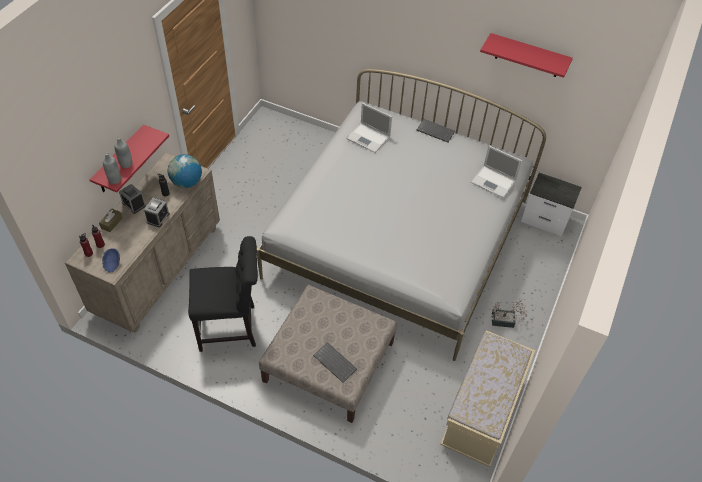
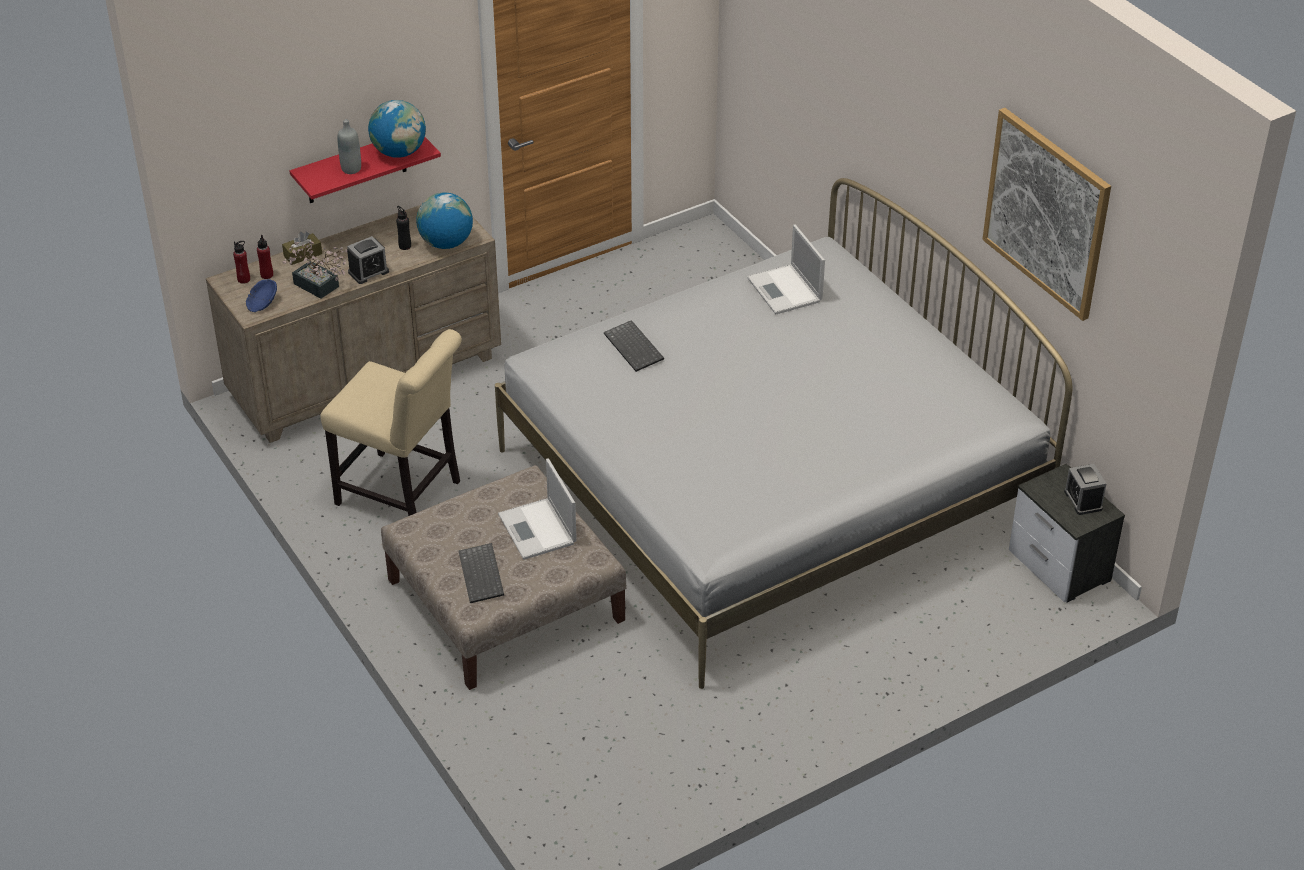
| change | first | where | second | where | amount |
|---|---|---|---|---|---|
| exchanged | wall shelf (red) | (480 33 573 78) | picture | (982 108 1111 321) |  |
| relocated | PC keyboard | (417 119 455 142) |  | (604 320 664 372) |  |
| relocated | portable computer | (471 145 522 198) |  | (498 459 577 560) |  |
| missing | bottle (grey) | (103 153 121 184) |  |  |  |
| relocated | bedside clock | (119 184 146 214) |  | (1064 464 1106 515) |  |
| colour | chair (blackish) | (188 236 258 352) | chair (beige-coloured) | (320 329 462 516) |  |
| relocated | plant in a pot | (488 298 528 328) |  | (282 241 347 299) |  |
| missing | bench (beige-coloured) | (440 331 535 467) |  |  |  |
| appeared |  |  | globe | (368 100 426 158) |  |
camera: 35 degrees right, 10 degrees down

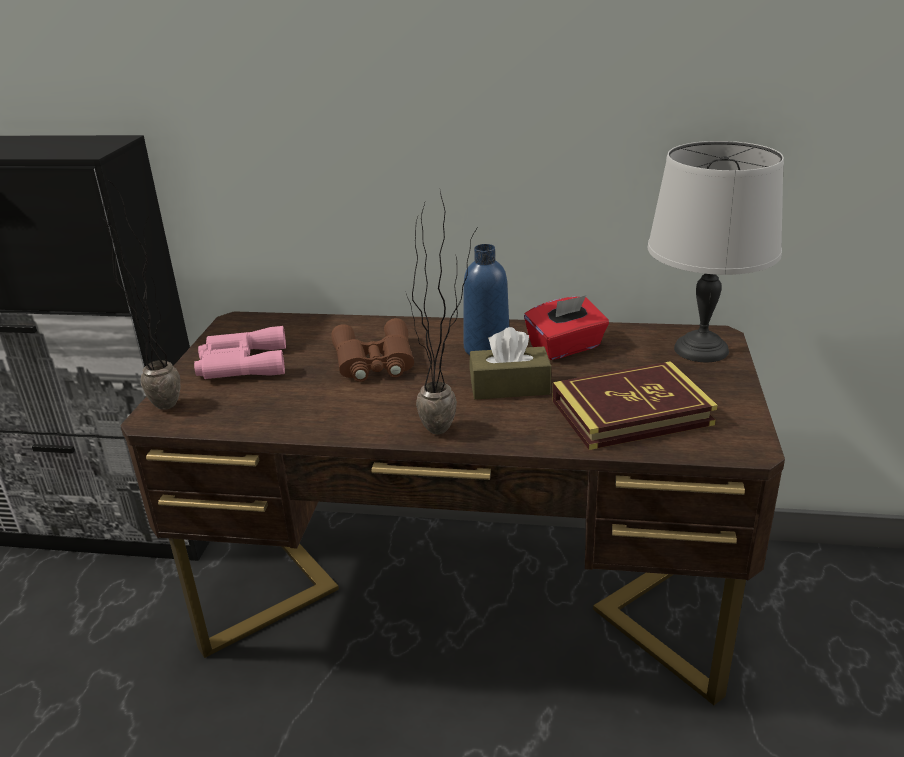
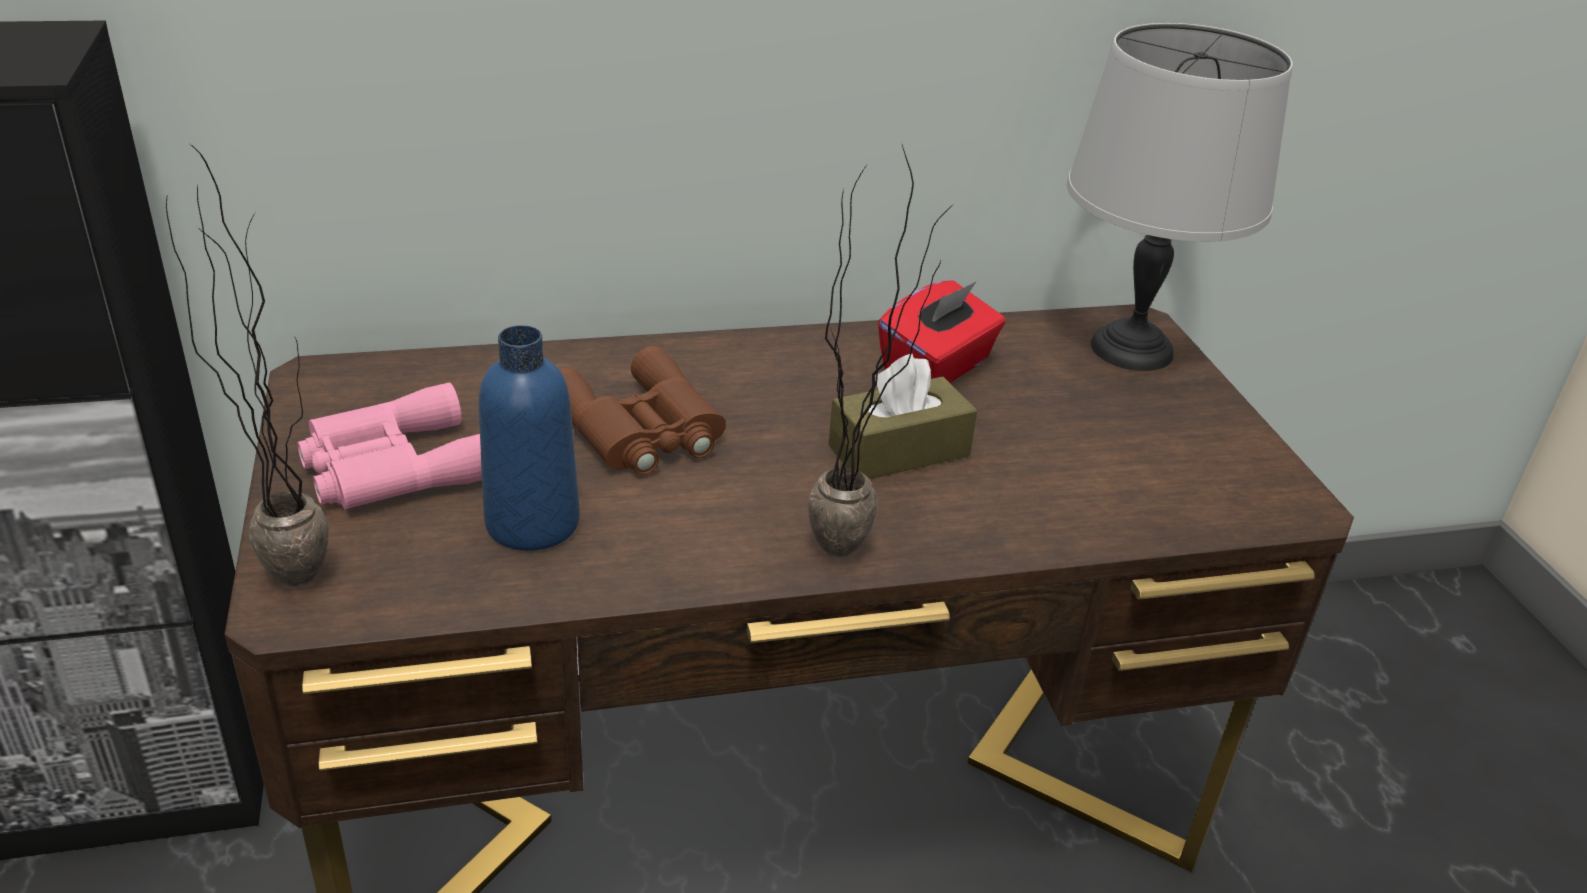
| change | first | where | second | where | amount |
|---|---|---|---|---|---|
| relocated | bottle (bluish) | (463 244 509 355) |  | (479 325 580 551) |  |
| missing | volume | (552 361 718 450) |  |  |  |
camera: 25 degrees left, 5 degrees up

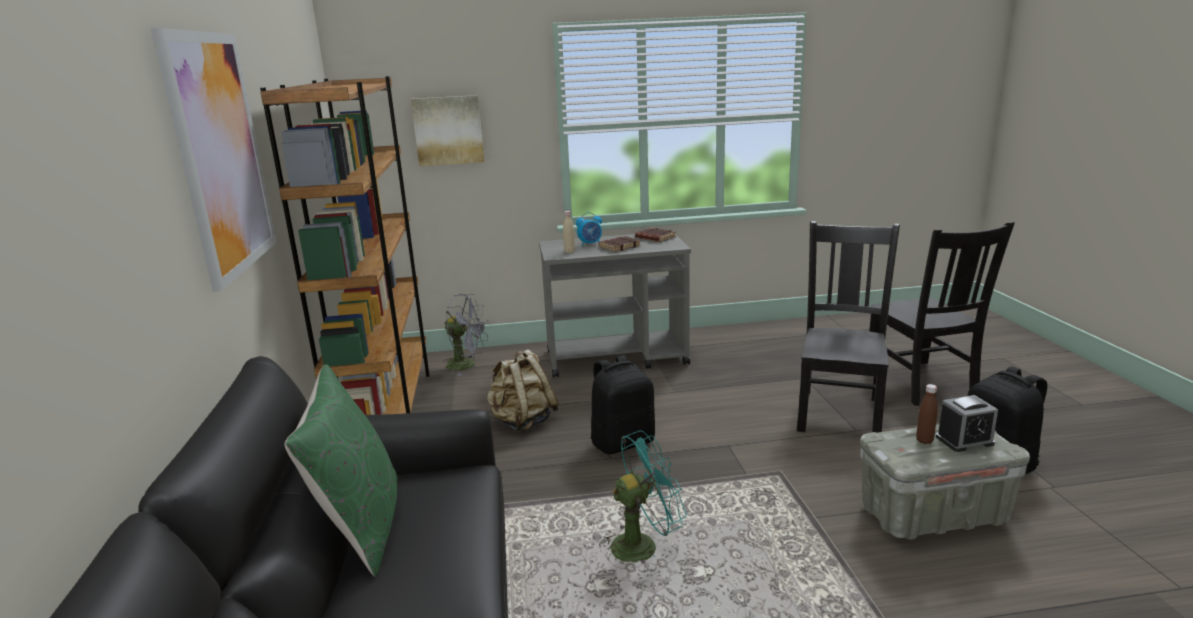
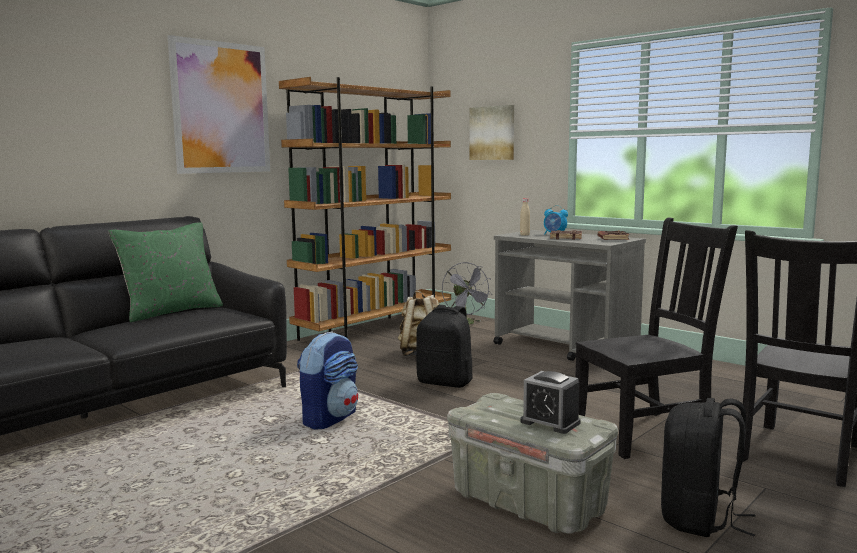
| change | first | where | second | where | amount |
|---|---|---|---|---|---|
| missing | bottle (brown-coloured) | (916 384 937 444) |  |  |  |
| exchanged | electric fan (turquoise) | (599 430 687 564) | rucksack | (297 332 358 430) |  |
camera: 50 degrees right, 10 degrees down

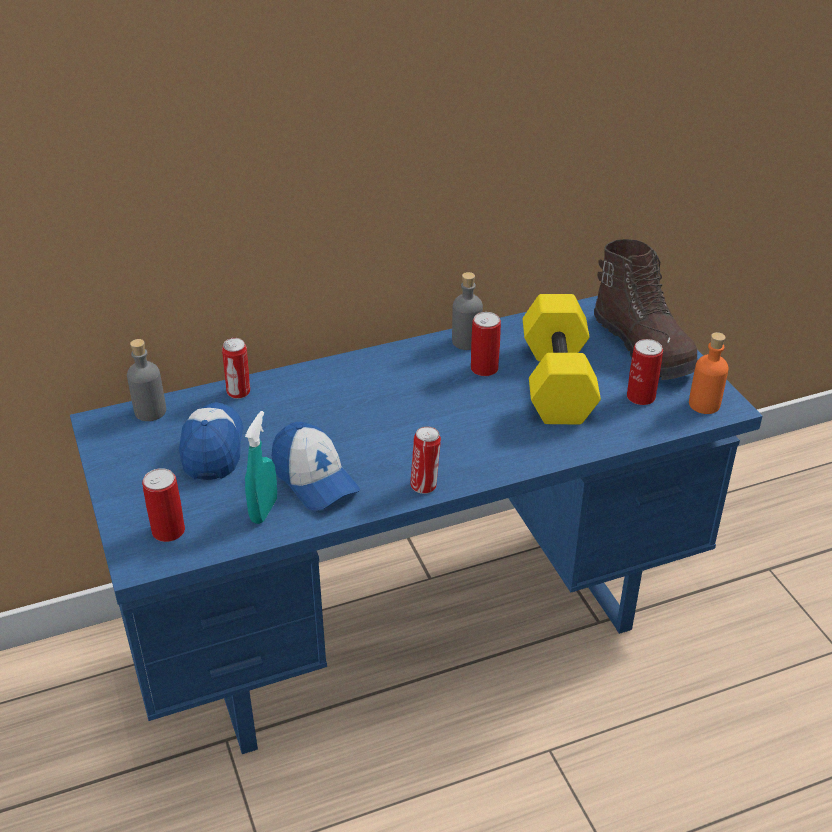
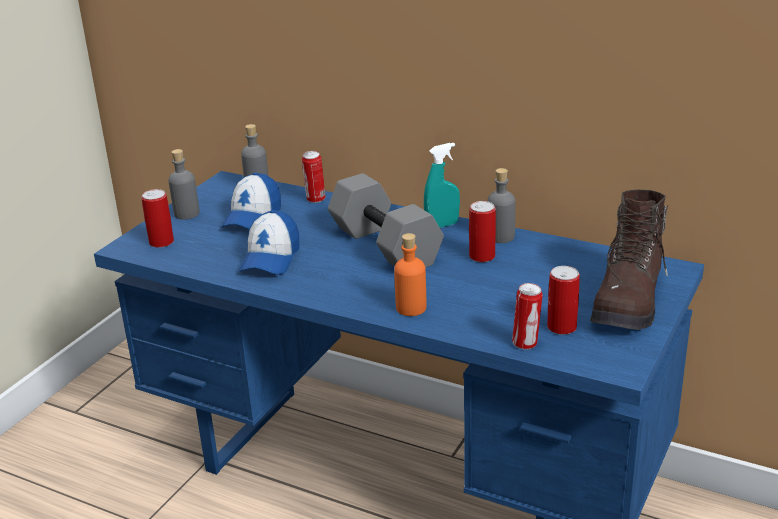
| change | first | where | second | where | amount |
|---|---|---|---|---|---|
| missing | hand weight (yellow-coloured) | (523 294 601 424) |  |  |  |
| relocated | bottle (orange-coloured) | (689 332 729 414) |  | (394 233 426 316) |  |
| spun | cap | (179 402 243 480) |  | (221 173 281 229) | 150 degrees clockwise |
| relocated | sprayer (turquoise) | (245 411 277 524) |  | (424 143 460 228) |  |
| relocated | can | (410 426 441 494) |  | (512 283 543 350) |  |
| appeared |  |  | bottle (grey) | (168 149 200 220) |  |
| appeared |  |  | hand weight (grey) | (328 173 444 268) |  |
camera: 50 degrees right, 10 degrees down

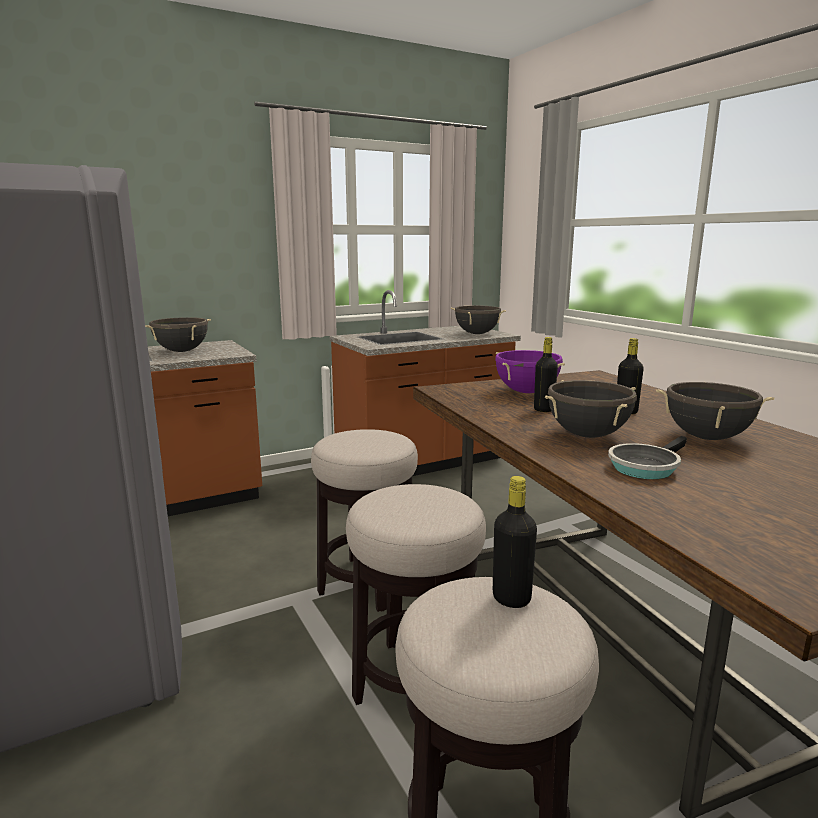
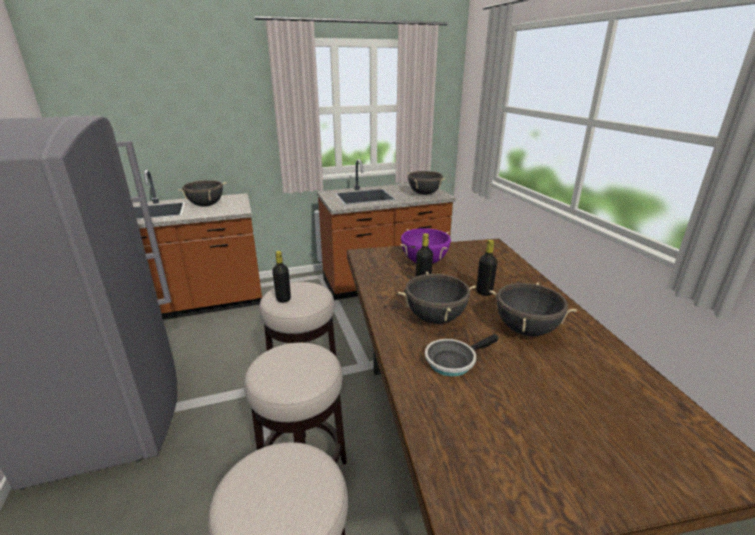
| change | first | where | second | where | amount |
|---|---|---|---|---|---|
| relocated | bottle (blackish) | (493 476 537 608) |  | (272 251 291 302) |  |
camera: 10 degrees right, 10 degrees up

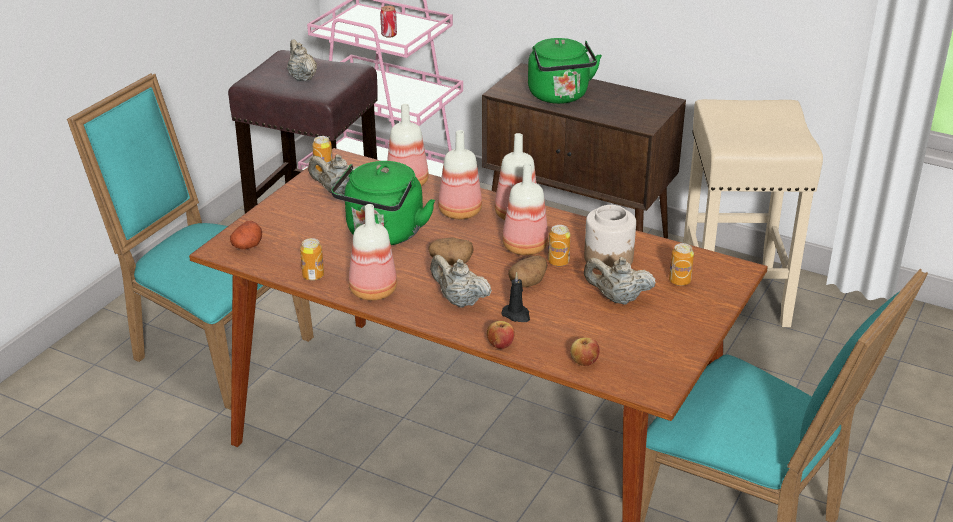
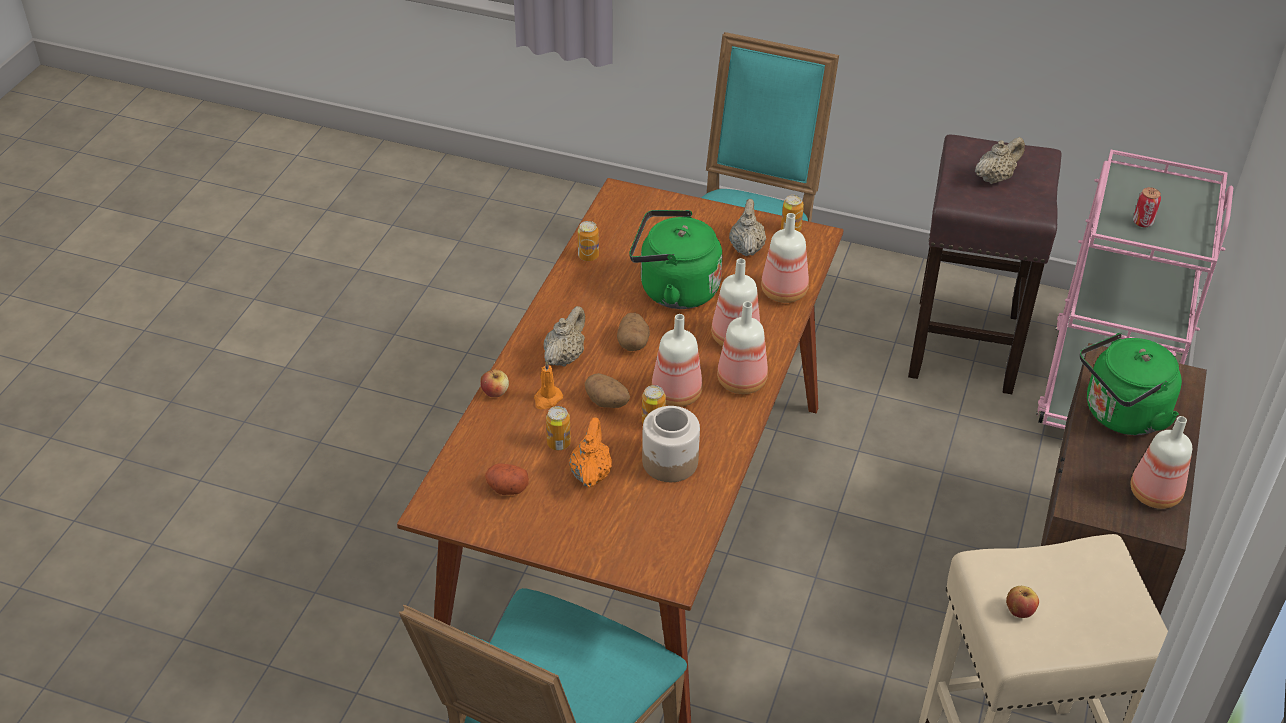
| change | first | where | second | where | amount |
|---|---|---|---|---|---|
| relocated | bottle | (349 204 397 301) |  | (1131 416 1192 509) |  |
| relocated | potato | (230 221 262 249) |  | (485 463 529 495) |  |
| relocated | can | (669 243 694 286) |  | (546 406 571 450) |  |
| colour | teapot (beige-coloured) | (584 257 656 305) | teapot (orange-coloured) | (569 417 612 488) |  |
| colour | wax candle (blackish) | (501 272 530 322) | wax candle (orange-coloured) | (534 360 563 409) |  |
| relocated | whole apple | (570 338 600 366) |  | (1006 586 1039 618) |  |
camera: 80 degrees right, 10 degrees up

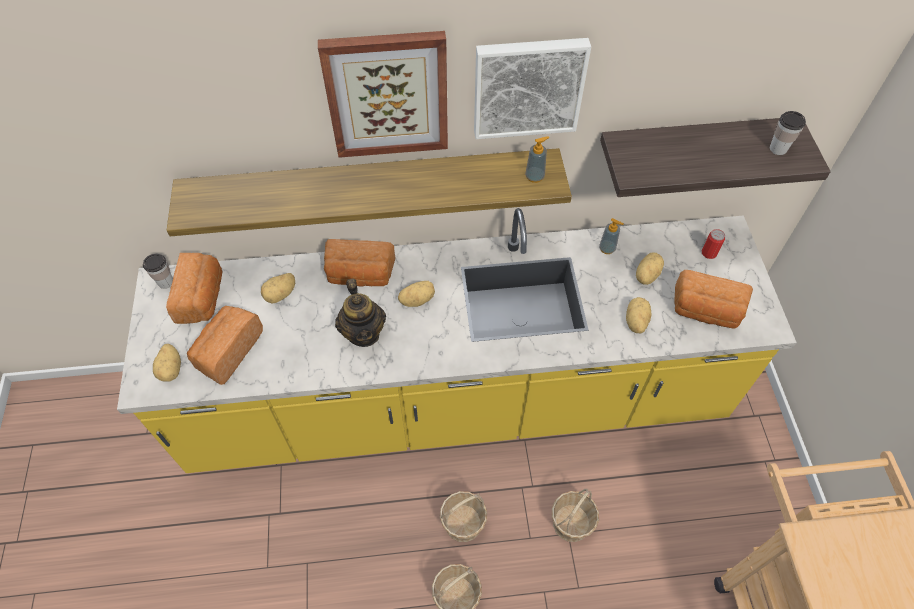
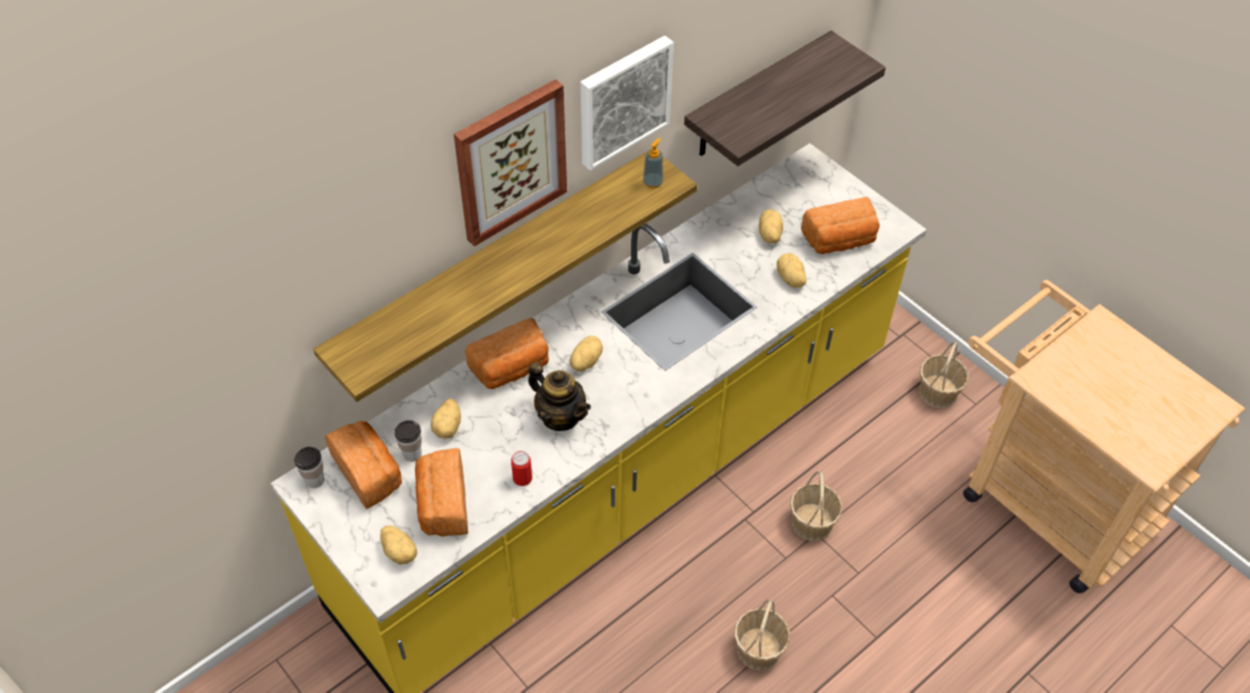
| change | first | where | second | where | amount |
|---|---|---|---|---|---|
| relocated | small cup | (770 111 806 155) |  | (394 420 422 462) |  |
| missing | liquid soap bottle | (599 218 624 254) |  |  |  |
| relocated | can | (702 229 725 259) |  | (511 451 532 486) |  |
| relocated | basket | (440 491 487 542) |  | (919 342 969 408) |  |
camera: 35 degrees left, 5 degrees down

